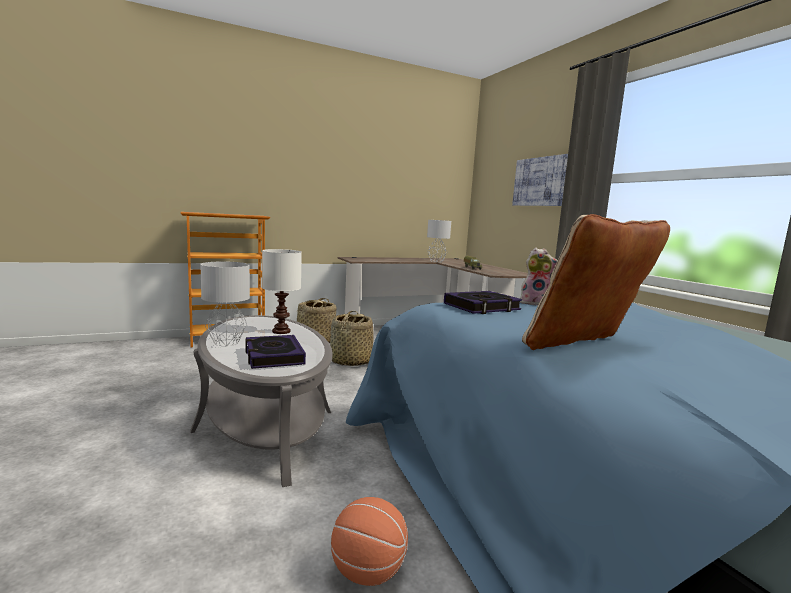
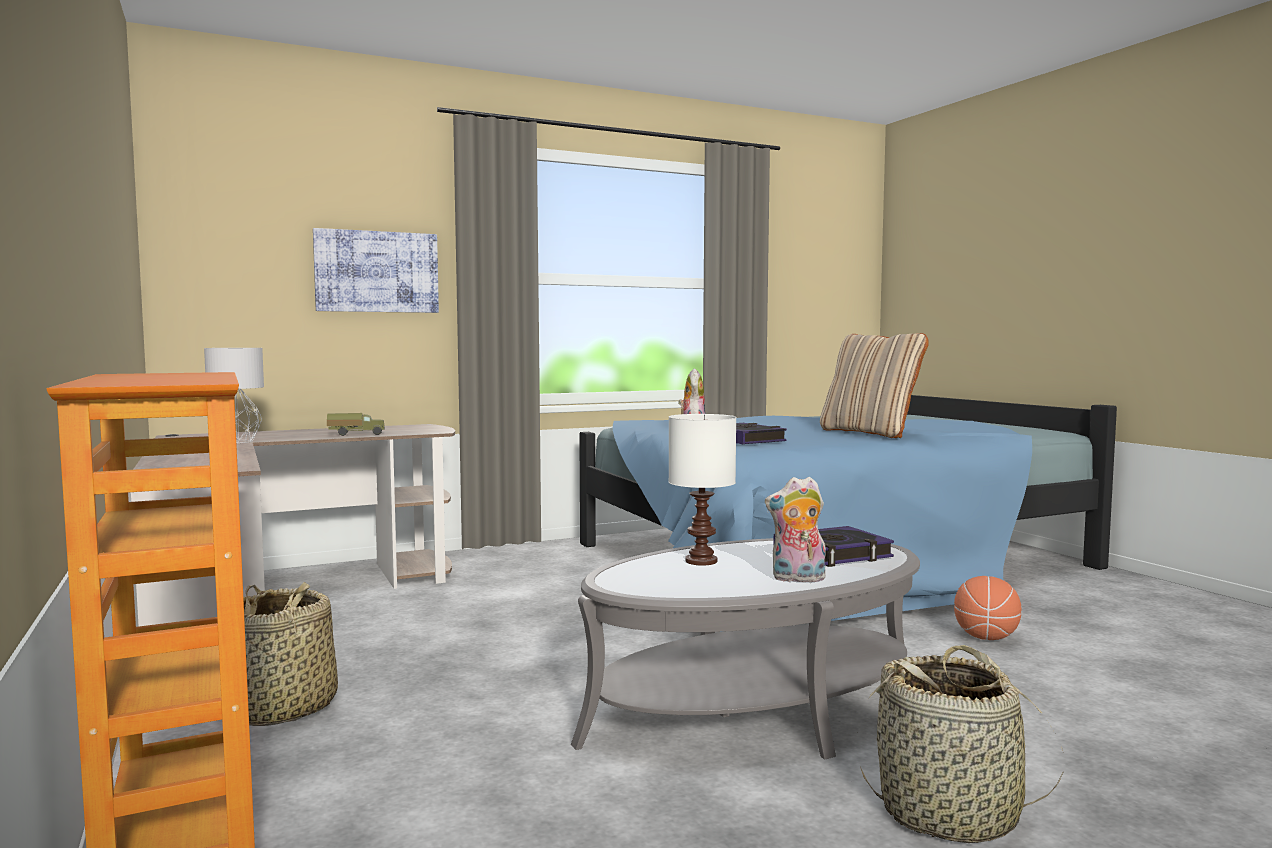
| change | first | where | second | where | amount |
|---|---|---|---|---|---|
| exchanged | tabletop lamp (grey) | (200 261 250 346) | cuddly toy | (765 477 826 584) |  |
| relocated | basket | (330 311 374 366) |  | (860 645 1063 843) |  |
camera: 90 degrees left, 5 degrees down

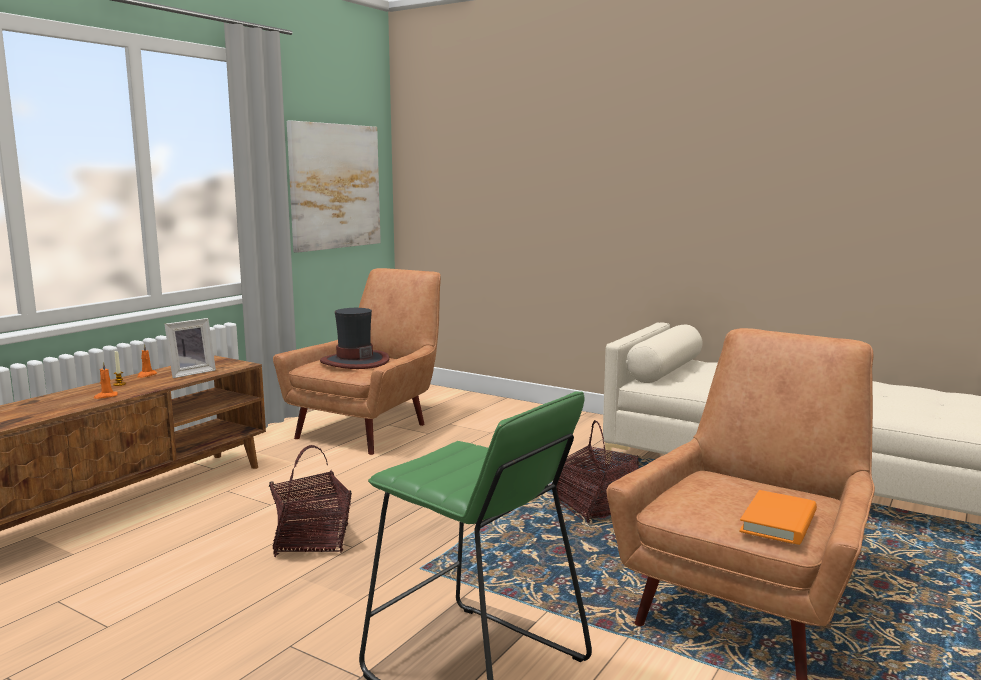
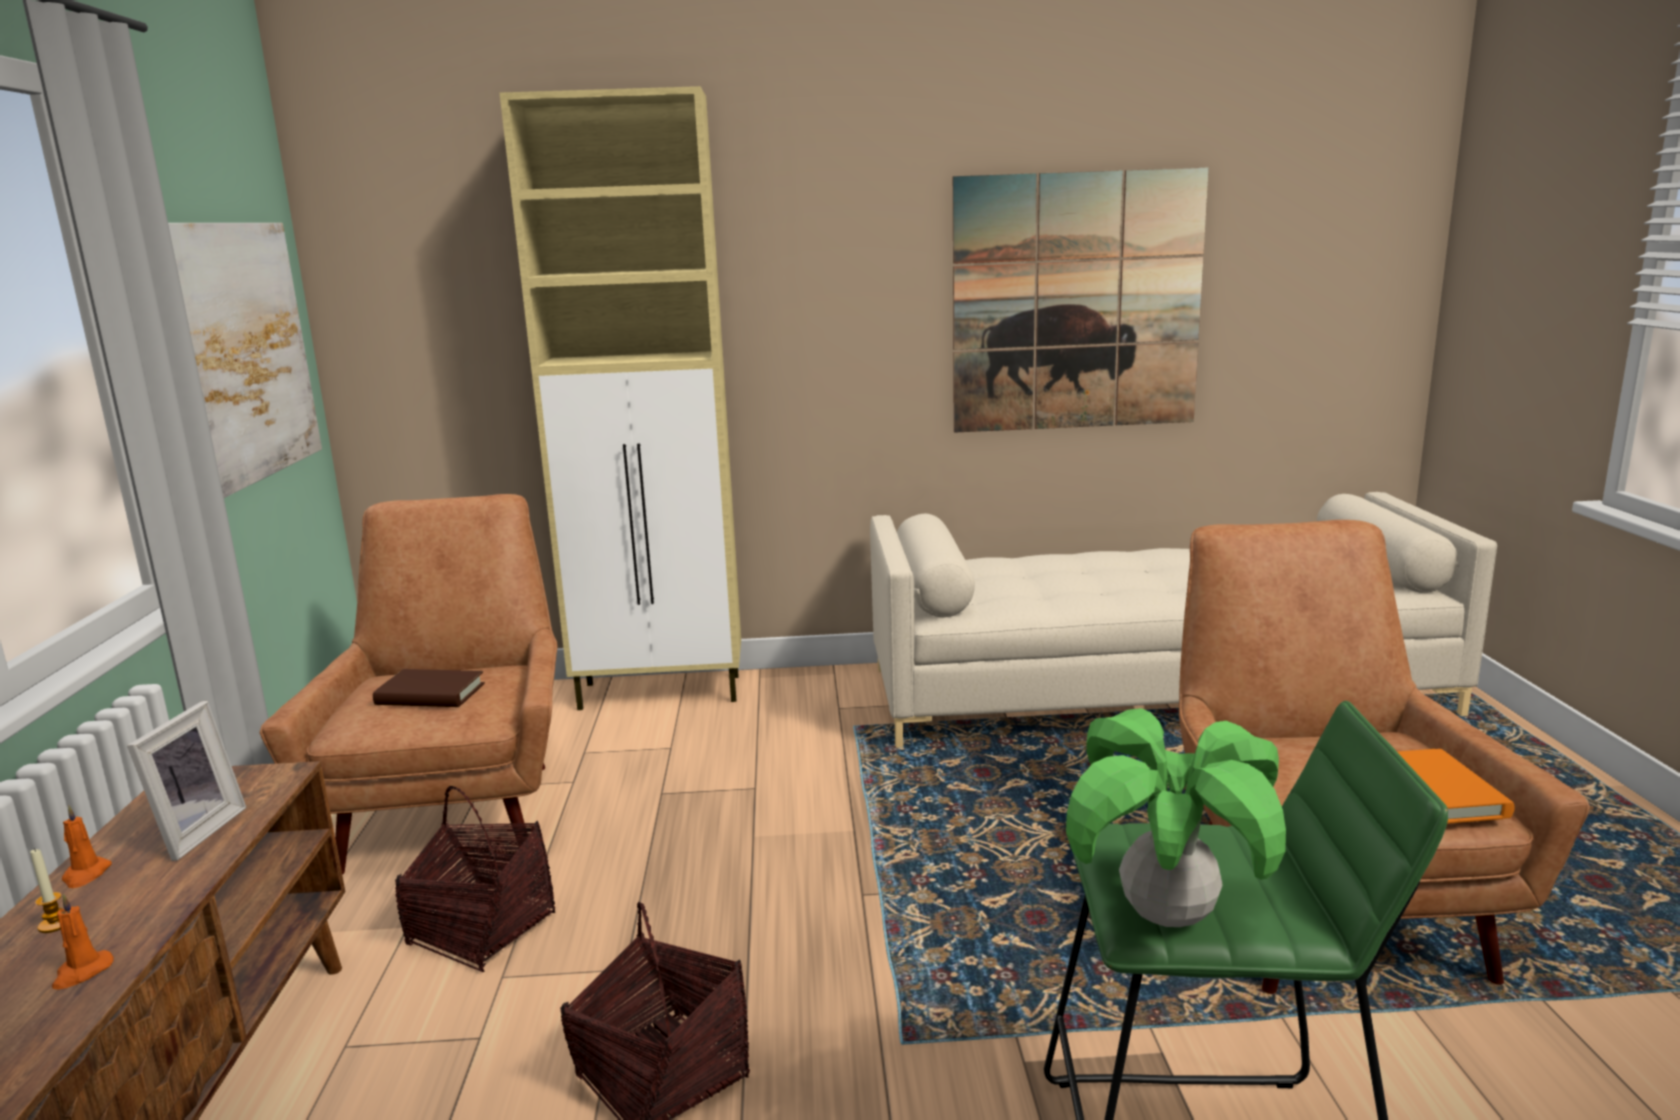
| change | first | where | second | where | amount |
|---|---|---|---|---|---|
| exchanged | hat | (320 308 389 369) | volume (brown-coloured) | (373 669 485 707) |  |
| relocated | basket | (557 420 639 524) |  | (395 786 555 972) |  |
| appeared |  |  | storage cabinet (beige-coloured) | (500 86 741 710) |  |
| appeared |  |  | picture | (953 167 1209 433) |  |
| appeared |  |  | plant in a pot | (1066 708 1286 927) |  |
camera: 35 degrees left, 5 degrees up

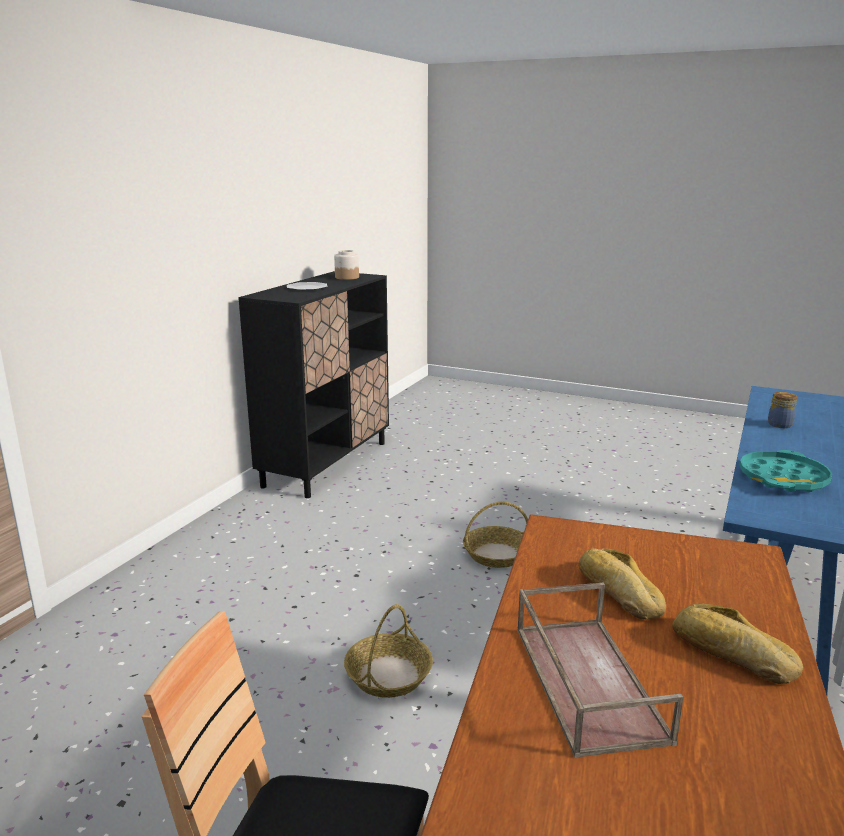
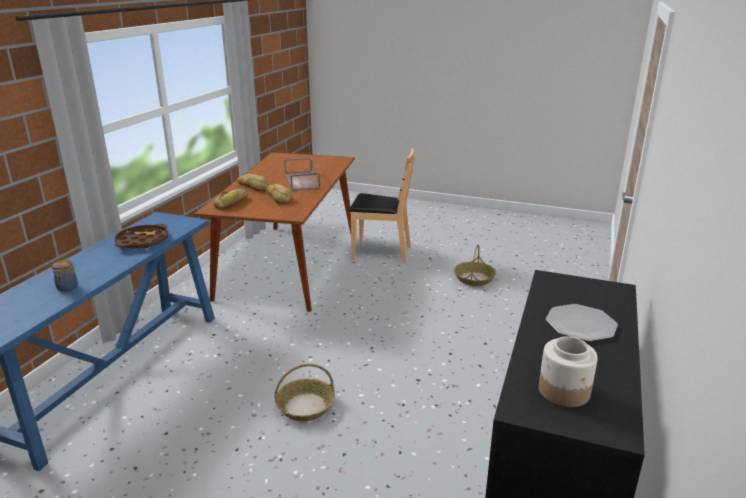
| change | first | where | second | where | amount |
|---|---|---|---|---|---|
| colour | serving tray (turquoise) | (739 450 832 492) | serving tray (brown-coloured) | (114 224 168 249) |  |
| relocated | basket | (344 604 433 698) |  | (454 245 496 286) |  |
| appeared |  |  | bakery bread | (214 189 248 210) |  |
camera: 175 degrees right, 5 degrees up

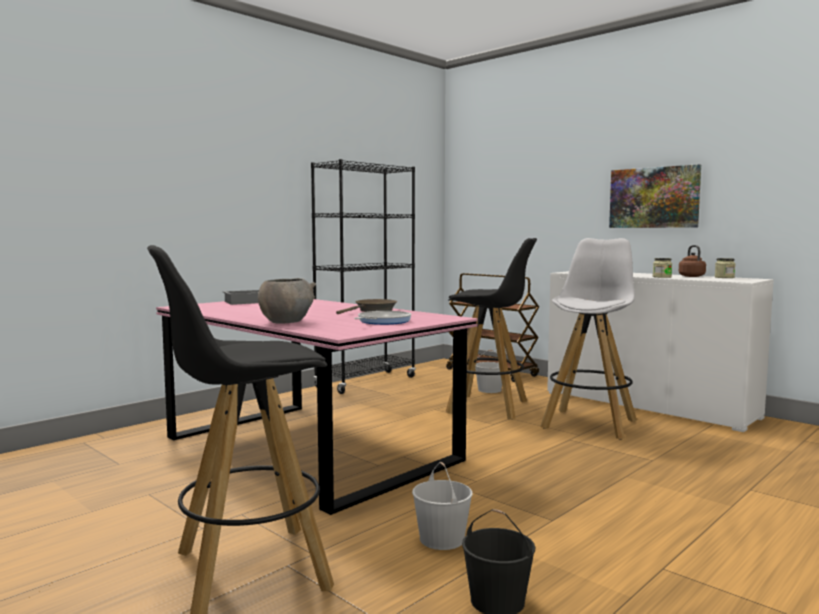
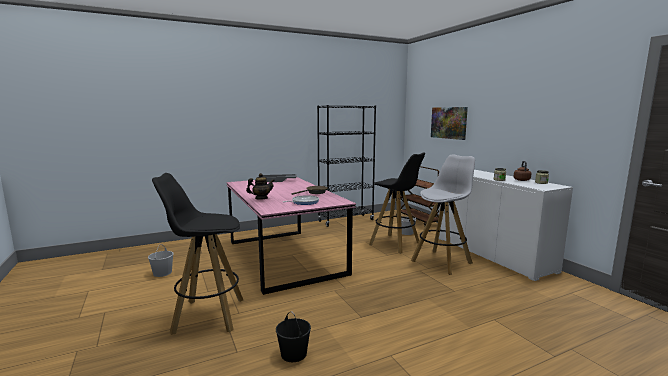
| change | first | where | second | where | amount |
|---|---|---|---|---|---|
| relocated | picture | (609 164 701 228) |  | (431 107 468 140) |  |
| exchanged | bowl (grey) | (258 278 316 324) | teapot | (246 173 275 199) |  |
| relocated | bucket (whitish) | (412 462 473 550) |  | (148 244 174 277) |  |
camera: 20 degrees right, 5 degrees up

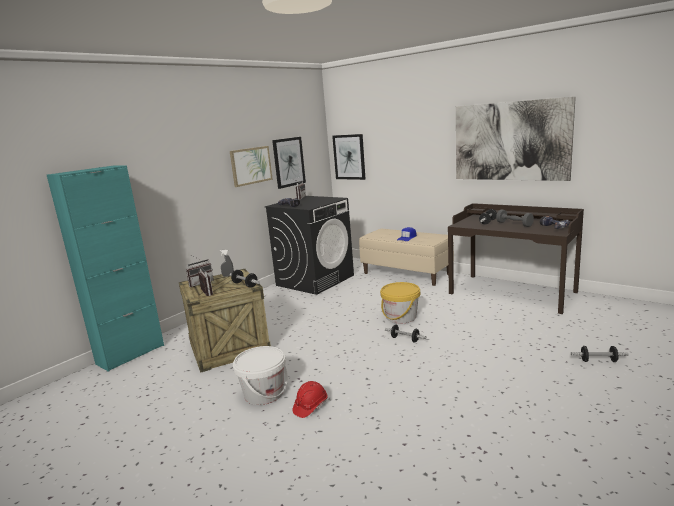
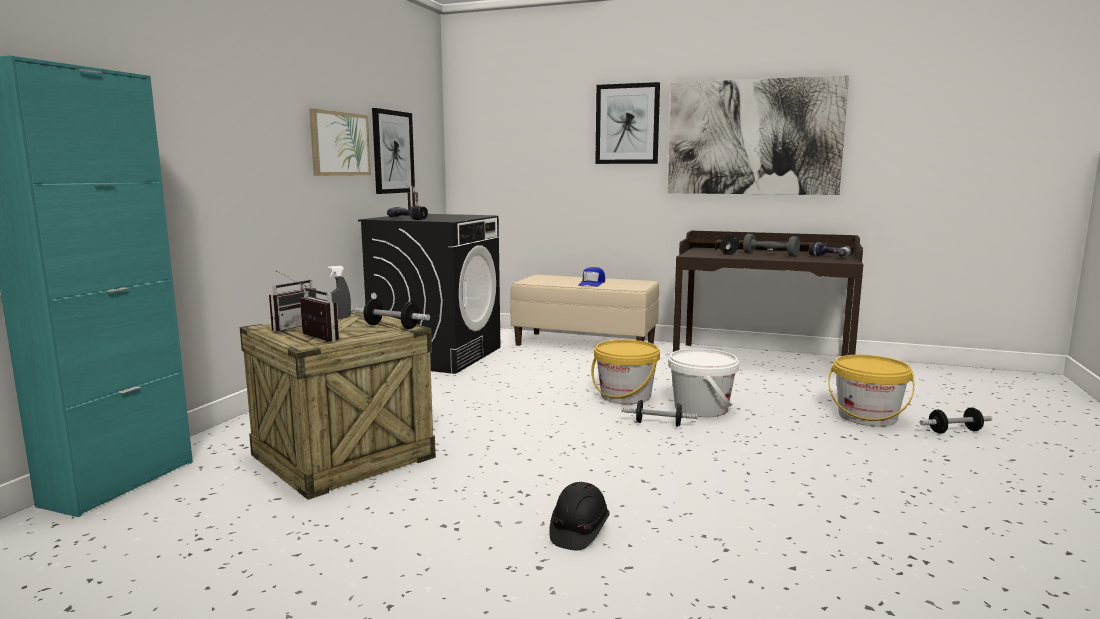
| change | first | where | second | where | amount |
|---|---|---|---|---|---|
| relocated | picture | (332 134 365 180) |  | (595 82 660 164) |  |
| relocated | bucket (whitish) | (233 346 288 405) |  | (668 348 739 417) |  |
| colour | work helmet (red) | (292 381 327 418) | work helmet (blackish) | (549 482 610 550) |  |
| appeared |  |  | bucket (yellow-coloured) | (828 355 915 426) |  |
camera: 20 degrees left, 5 degrees down

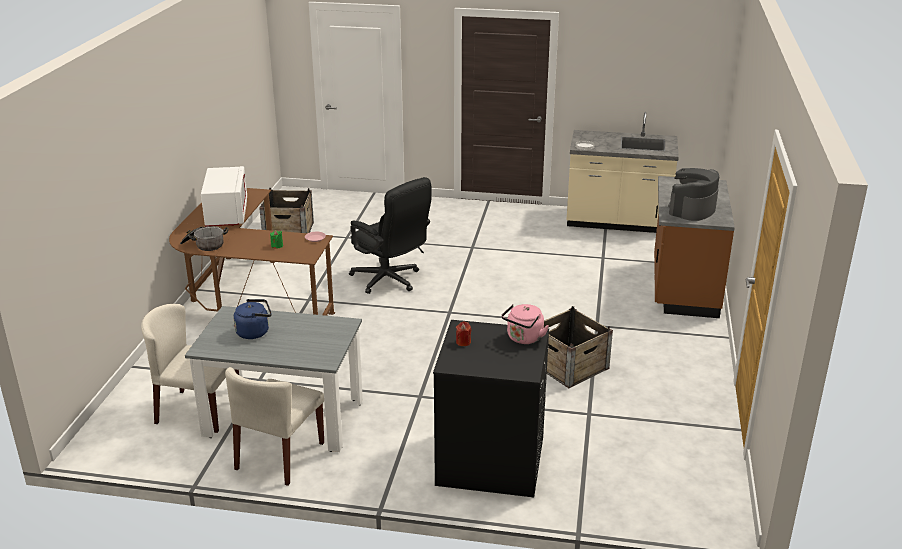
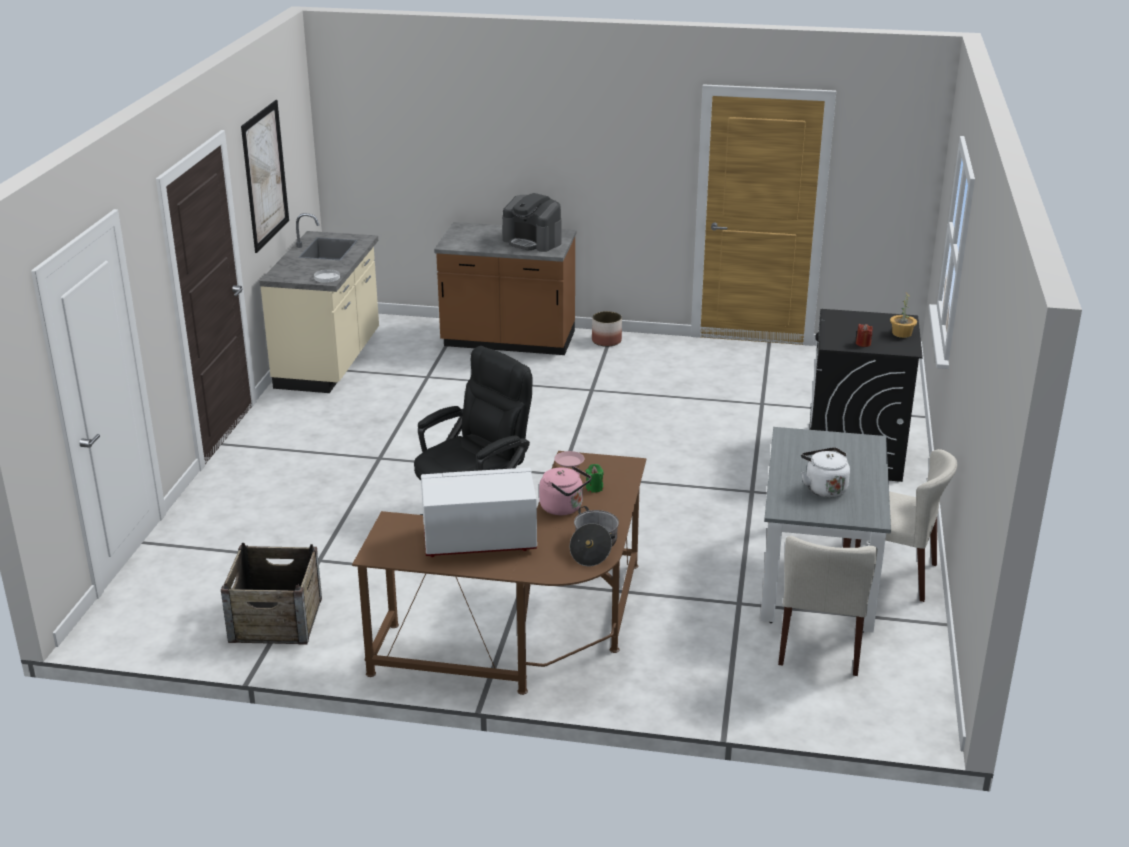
| change | first | where | second | where | amount |
|---|---|---|---|---|---|
| colour | tea kettle (bluish) | (233 299 272 339) | tea kettle (whitish) | (801 447 850 497) |  |
| relocated | tea kettle (pink) | (501 304 549 344) |  | (539 466 591 515) |  |
| missing | shipping crate | (544 306 613 388) |  |  |  |
| appeared |  |  | picture | (241 100 289 253) |  |
| appeared |  |  | plant in a pot | (890 292 917 338) |  |
| appeared |  |  | planter | (592 311 622 347) |  |
camera: 90 degrees left, 0 degrees up

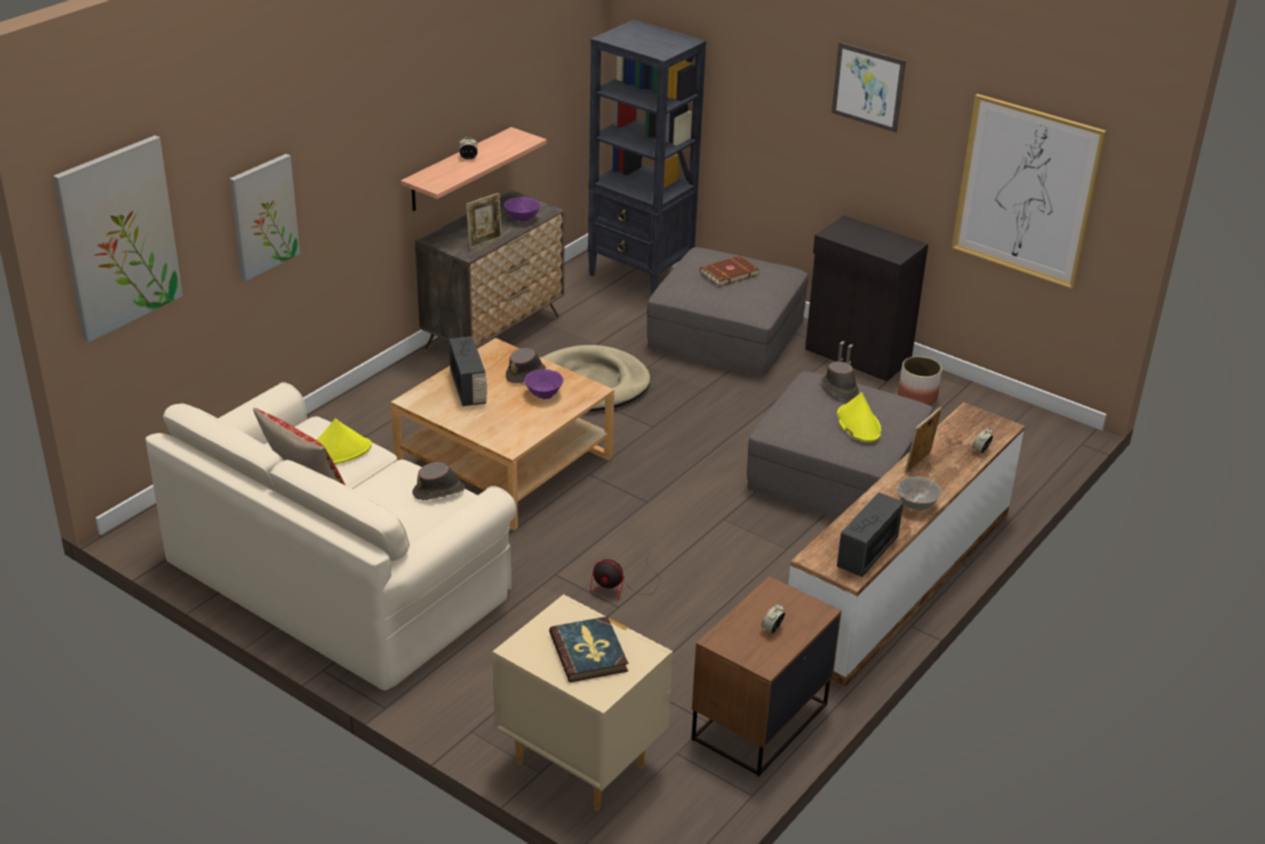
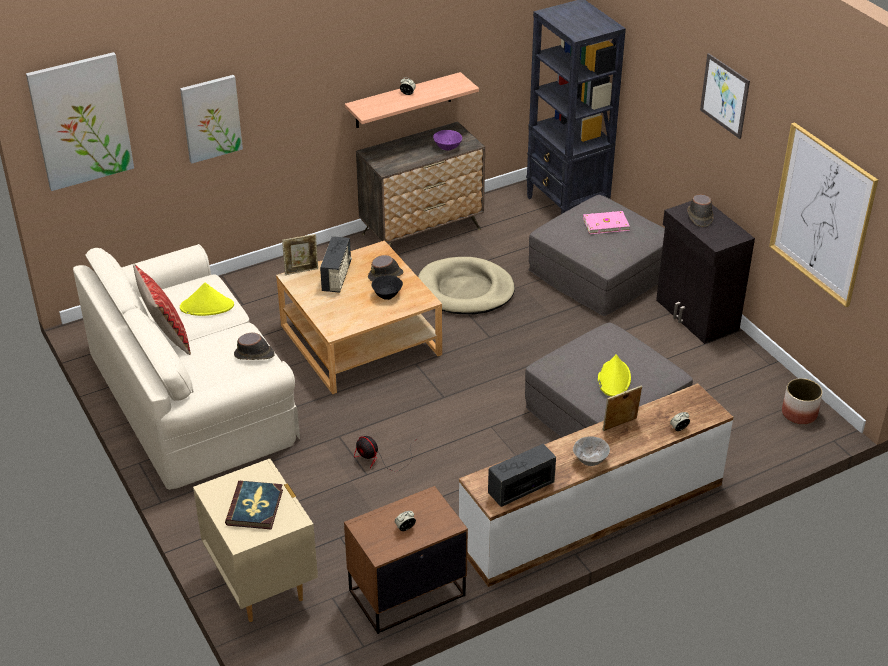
| change | first | where | second | where | amount |
|---|---|---|---|---|---|
| relocated | picture frame | (466 193 502 249) |  | (282 234 318 275) |  |
| colour | volume (brown-coloured) | (700 255 759 286) | volume (pink) | (583 211 630 234) |  |
| relocated | planter | (898 356 942 405) |  | (782 378 823 424) |  |
| relocated | hat (brown-coloured) | (821 362 859 401) |  | (687 195 714 227) |  |
| colour | bowl (purple) | (524 369 563 399) | bowl (blackish) | (372 275 403 300) |  |
camera: 25 degrees right, 5 degrees up

